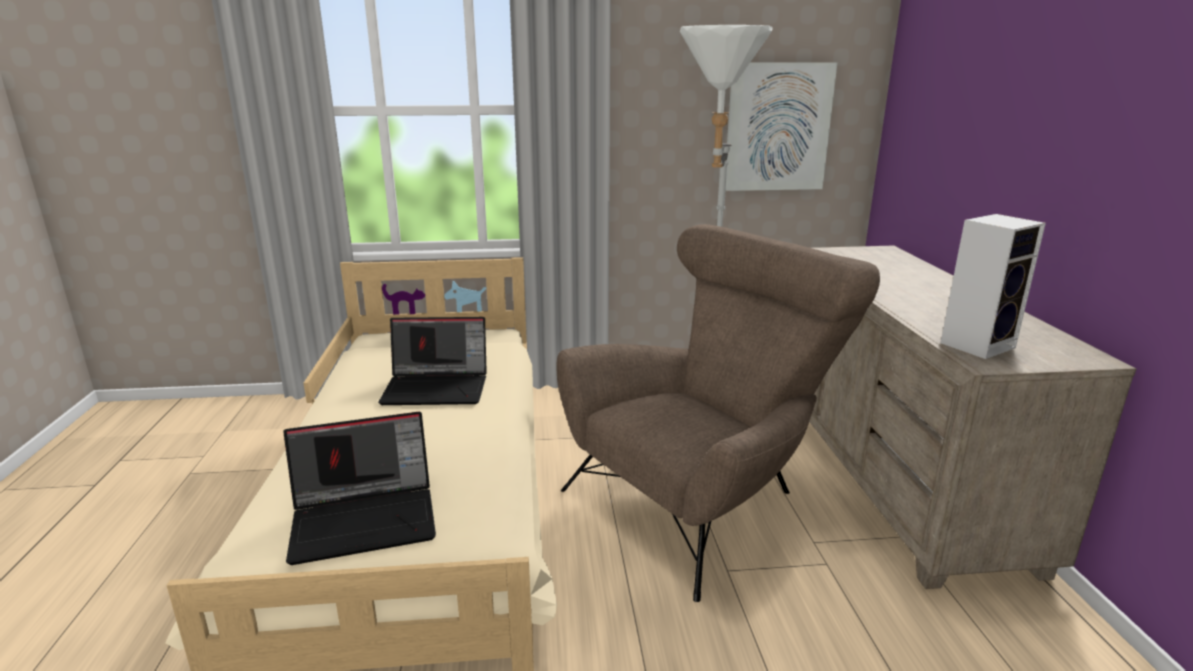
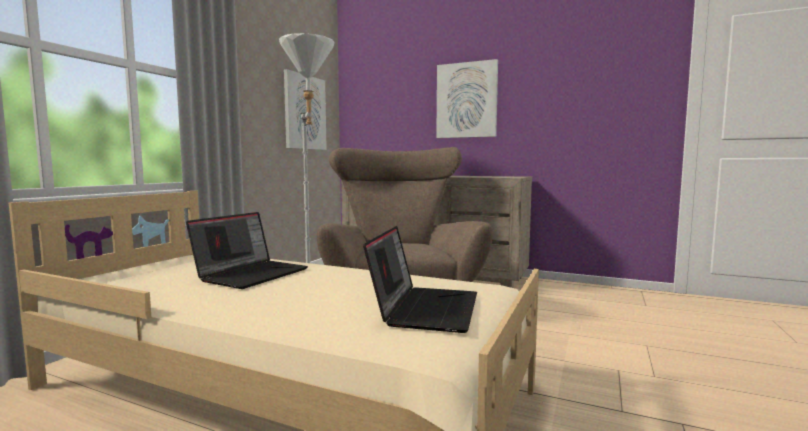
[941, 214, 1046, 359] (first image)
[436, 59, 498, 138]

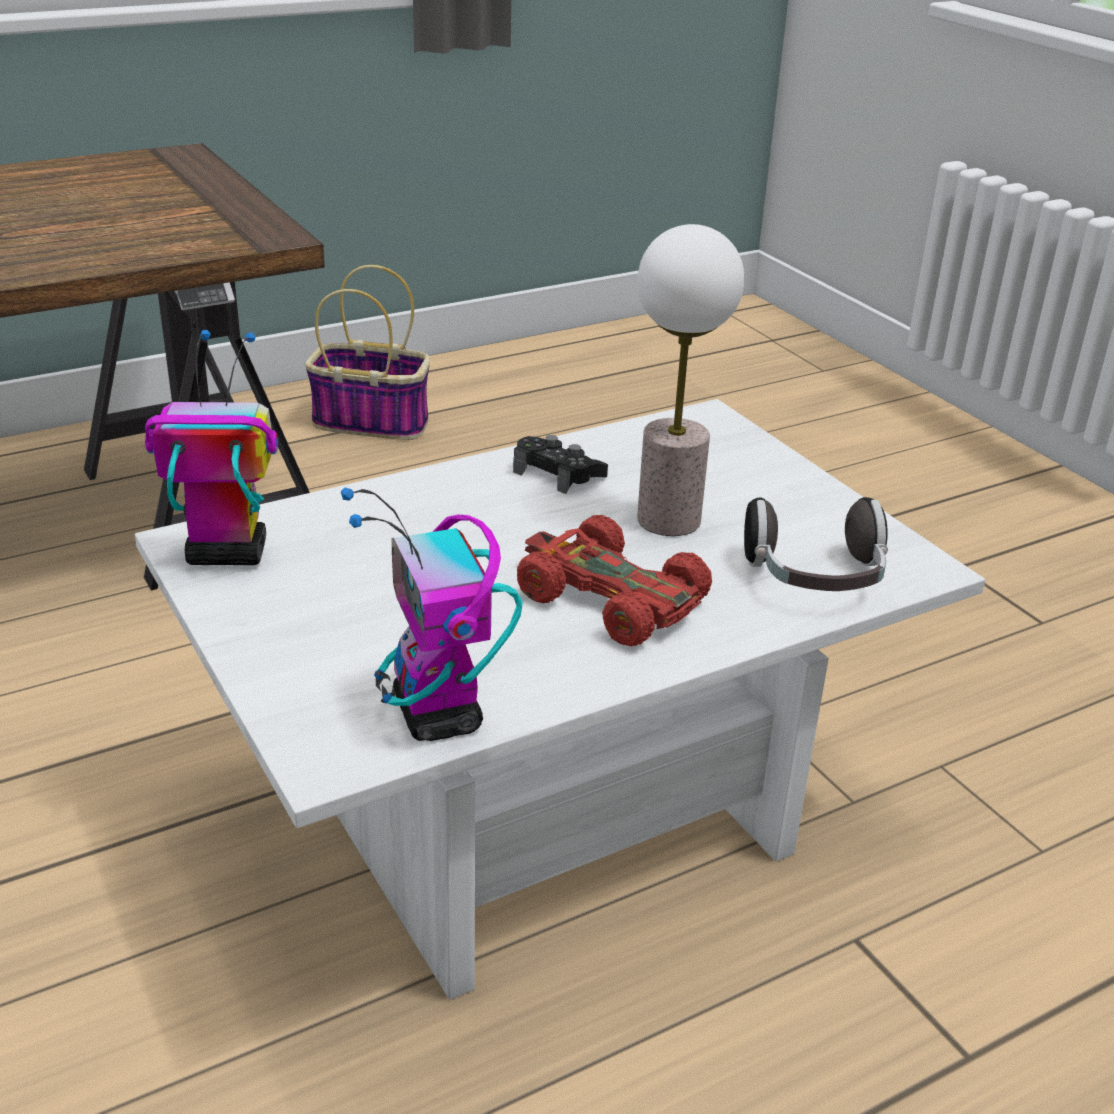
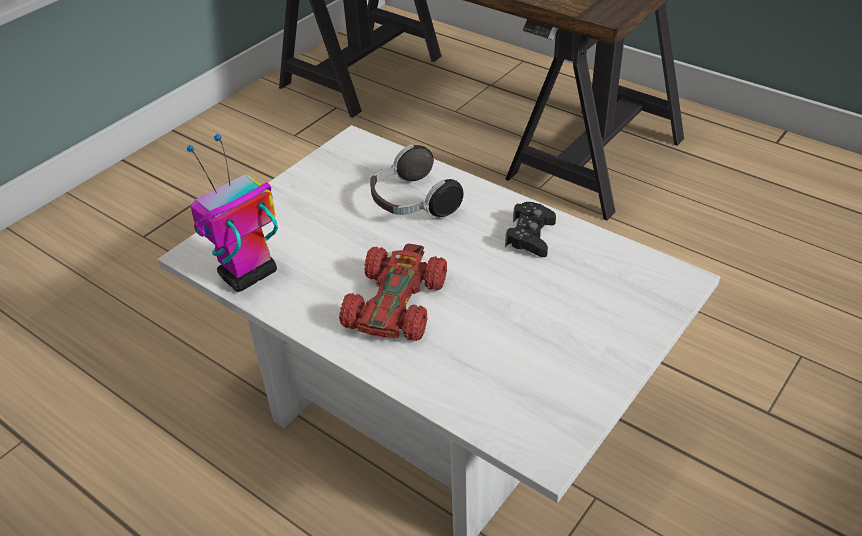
[145, 330, 278, 565] (first image)
[305, 265, 430, 440] (first image)
[637, 224, 744, 536] (first image)
[370, 144, 464, 219]

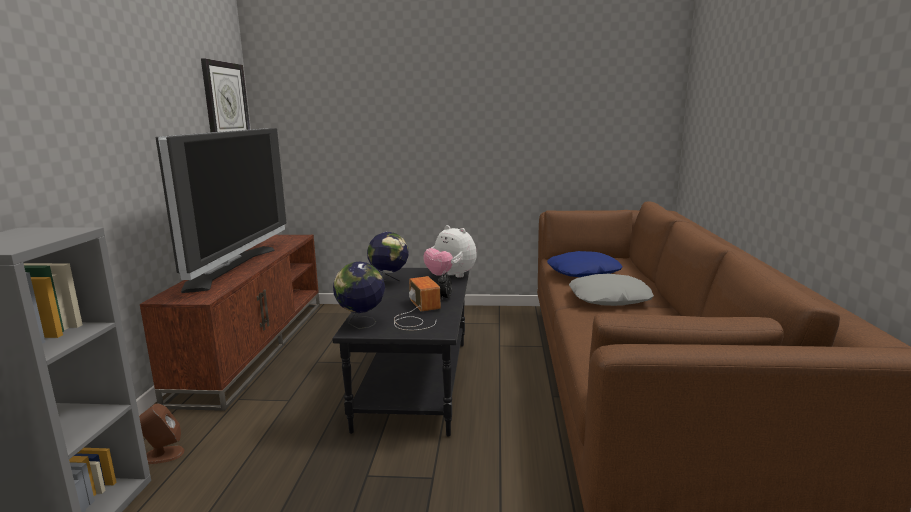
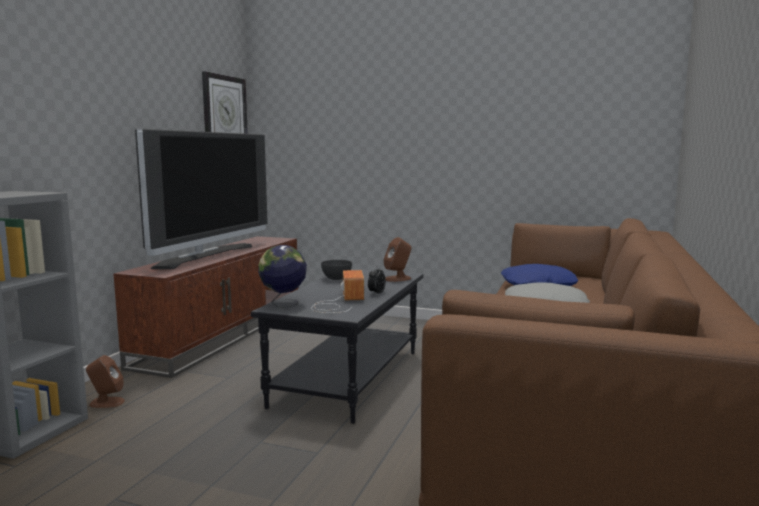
[321, 260, 352, 280]
[384, 237, 412, 282]

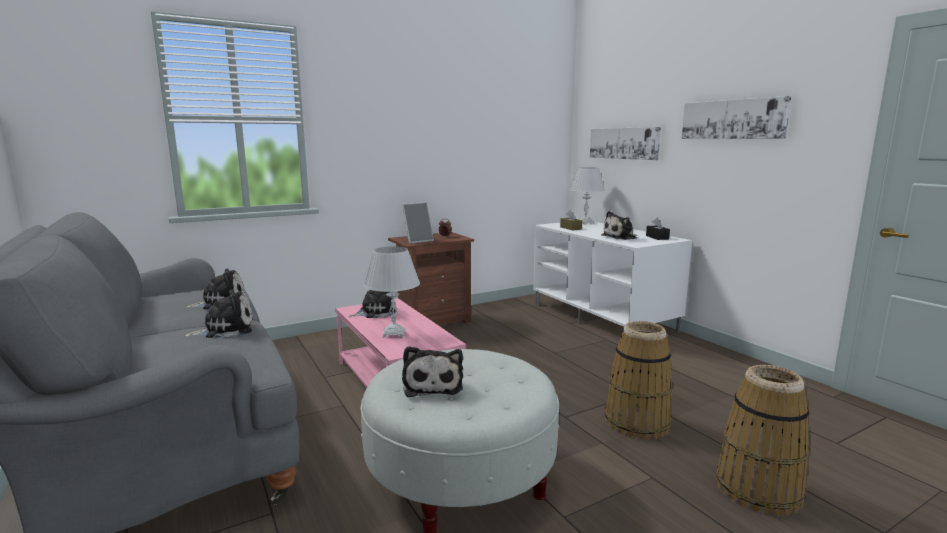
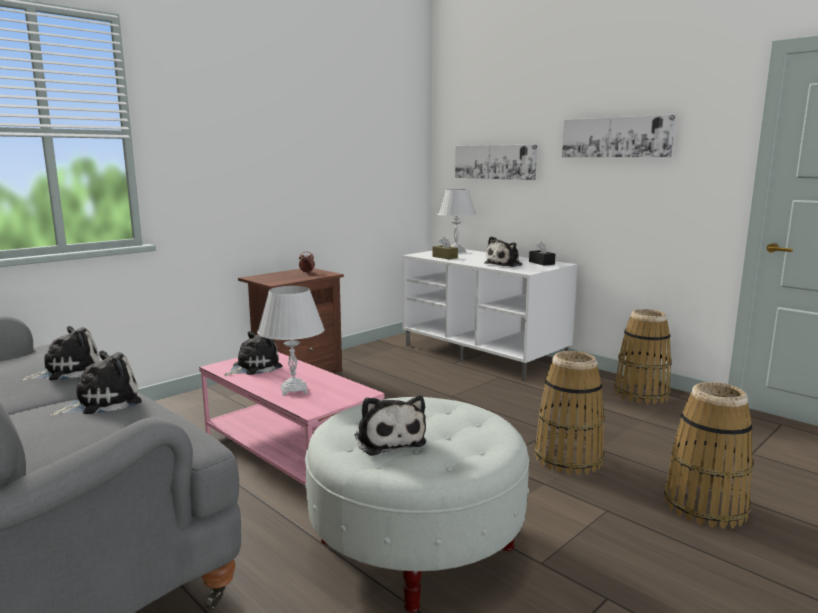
[402, 202, 434, 244] (first image)
[614, 309, 672, 405]

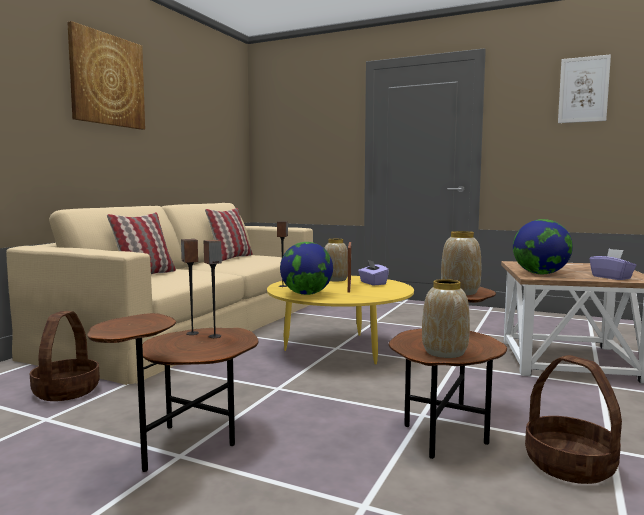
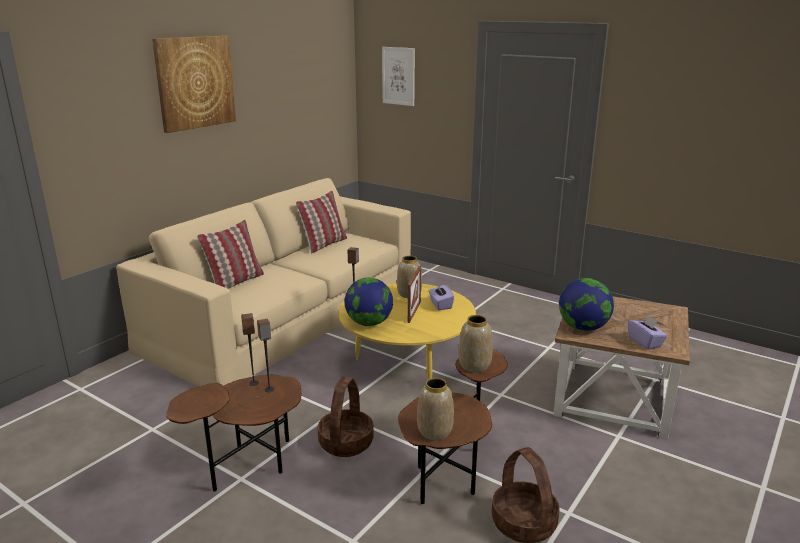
[317, 376, 374, 457]
[382, 47, 415, 106]

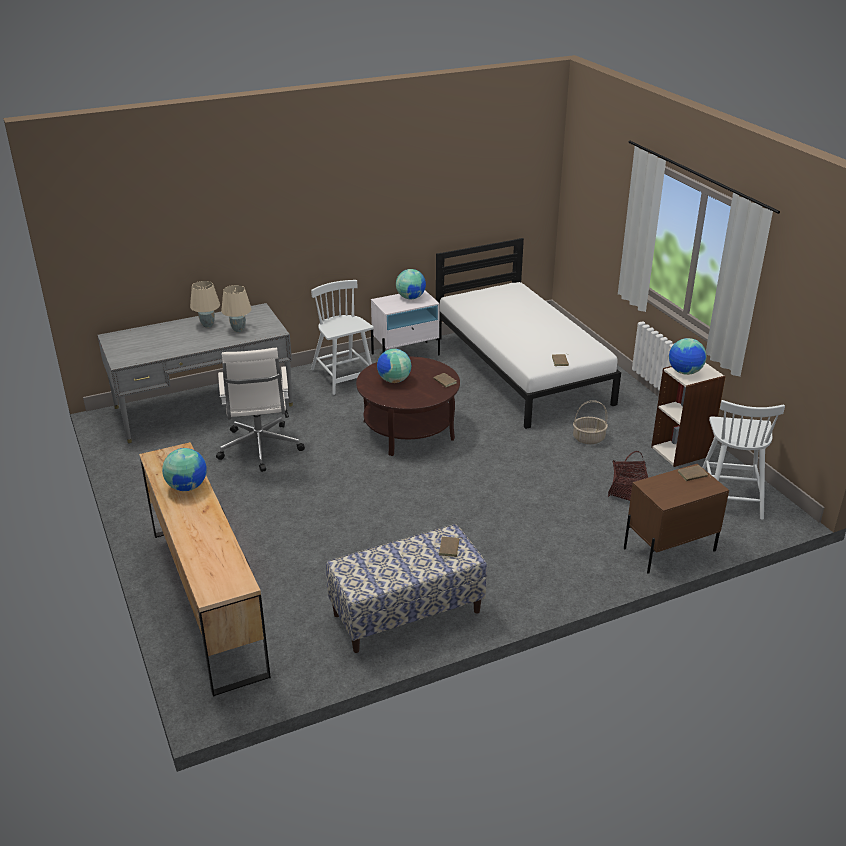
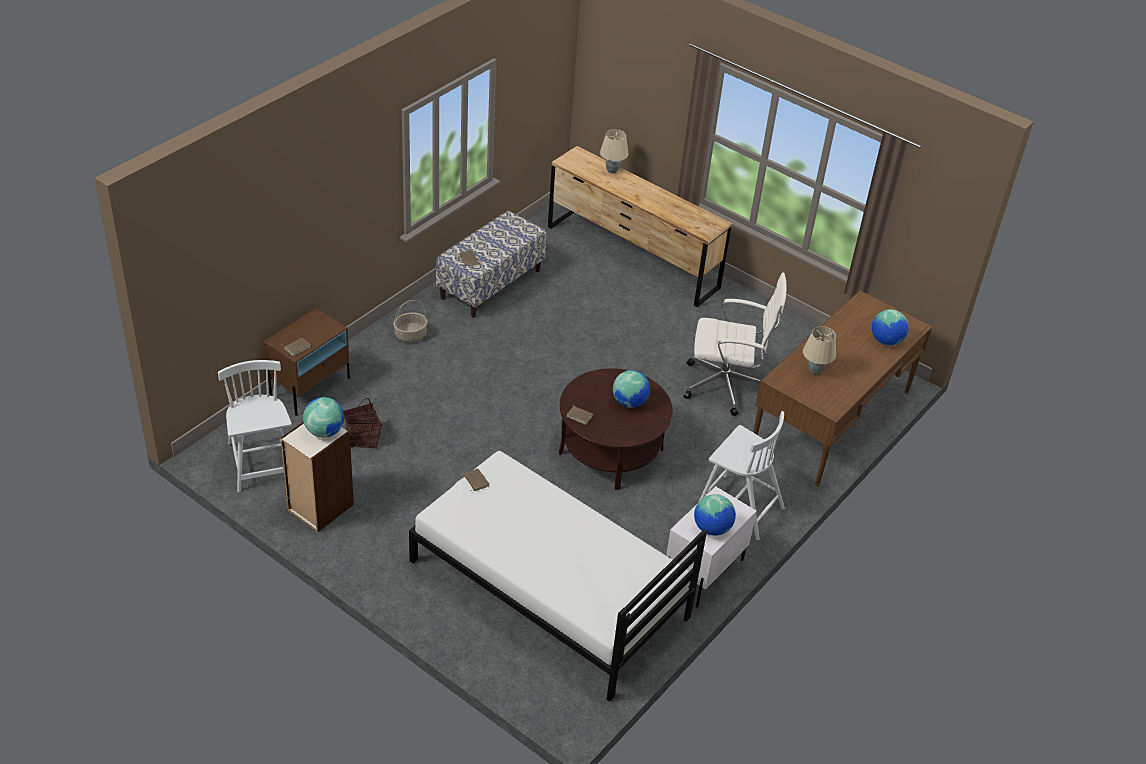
[872, 309, 909, 346]
[600, 129, 628, 174]
[393, 300, 428, 342]
[753, 290, 932, 487]
[683, 272, 787, 416]

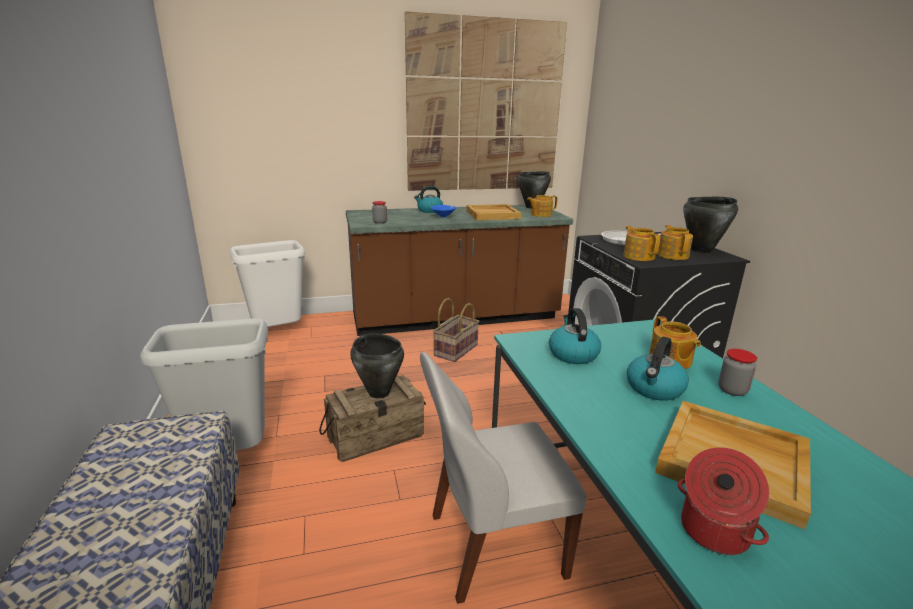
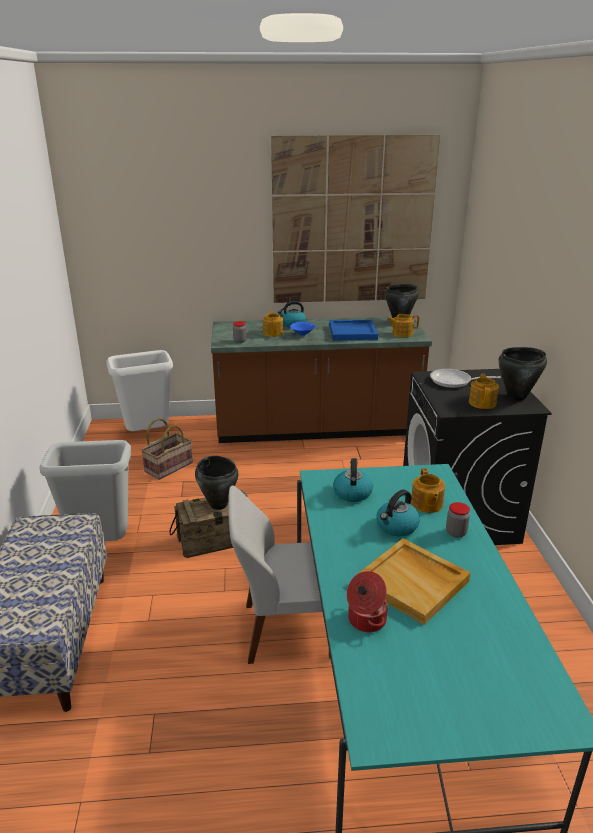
[141, 418, 193, 480]
[263, 311, 283, 337]
[329, 320, 378, 341]

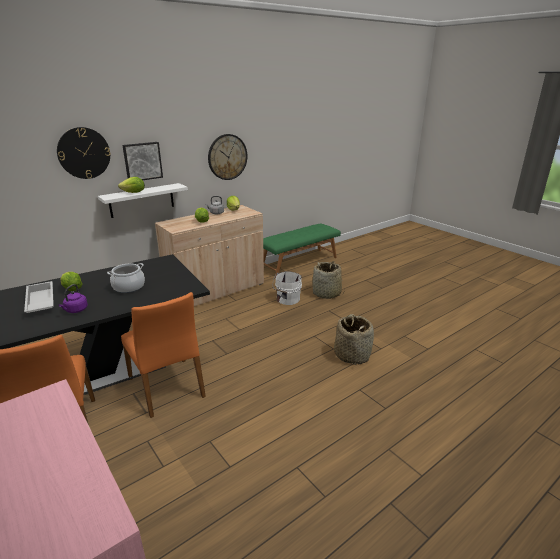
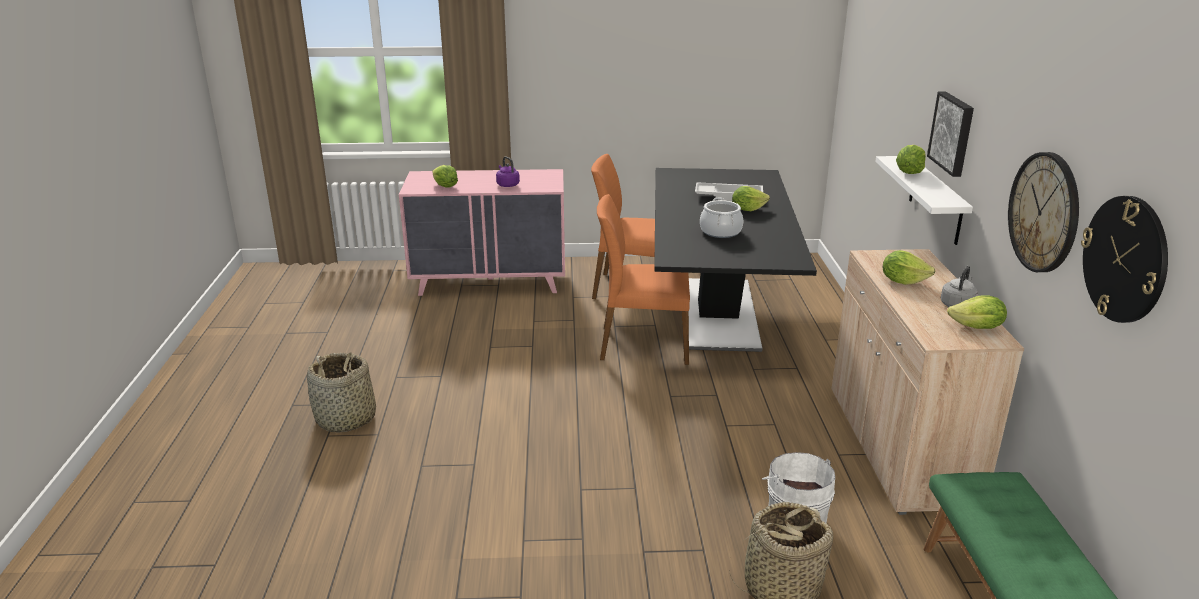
[432, 165, 458, 188]
[1081, 196, 1168, 323]
[496, 157, 520, 187]
[307, 352, 376, 432]

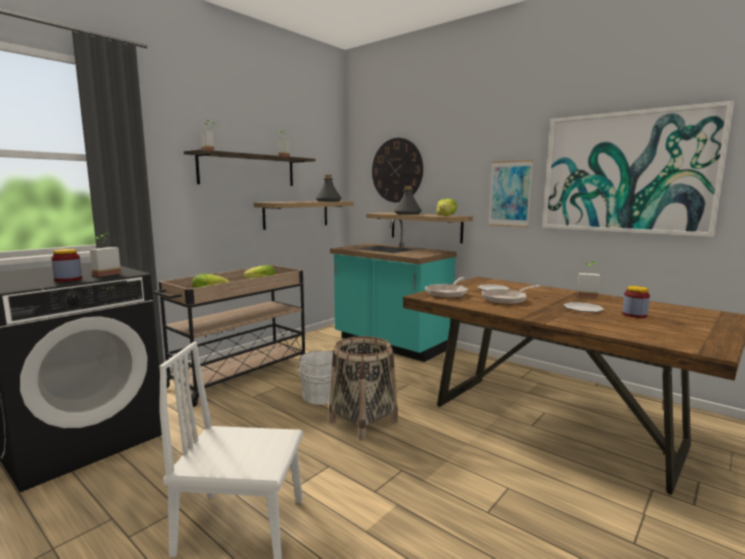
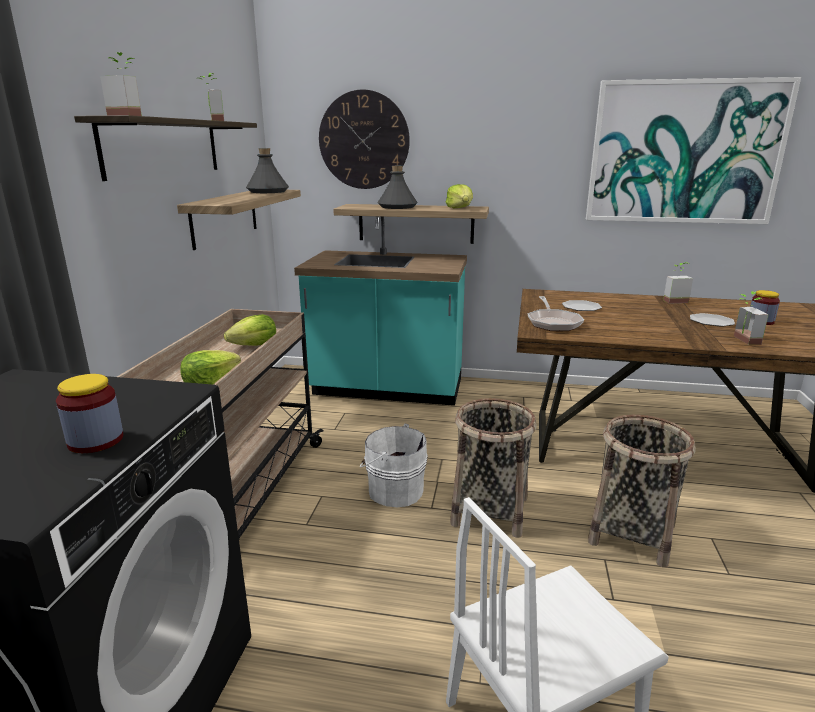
[482, 285, 540, 305] (first image)
[488, 160, 533, 227] (first image)
[588, 415, 696, 567]
[734, 291, 768, 345]

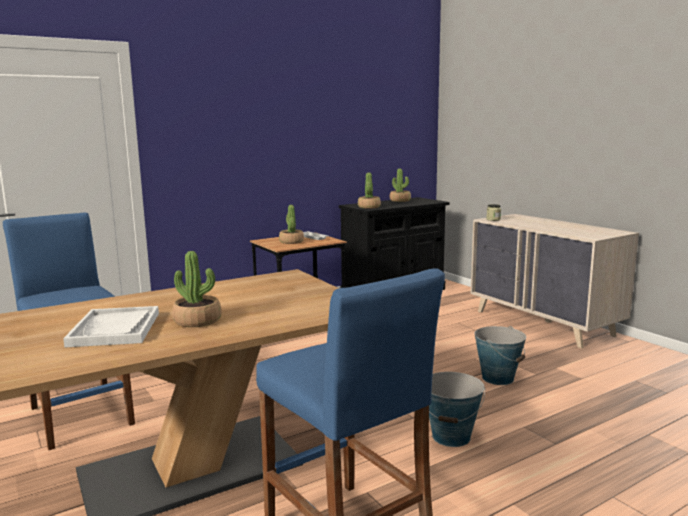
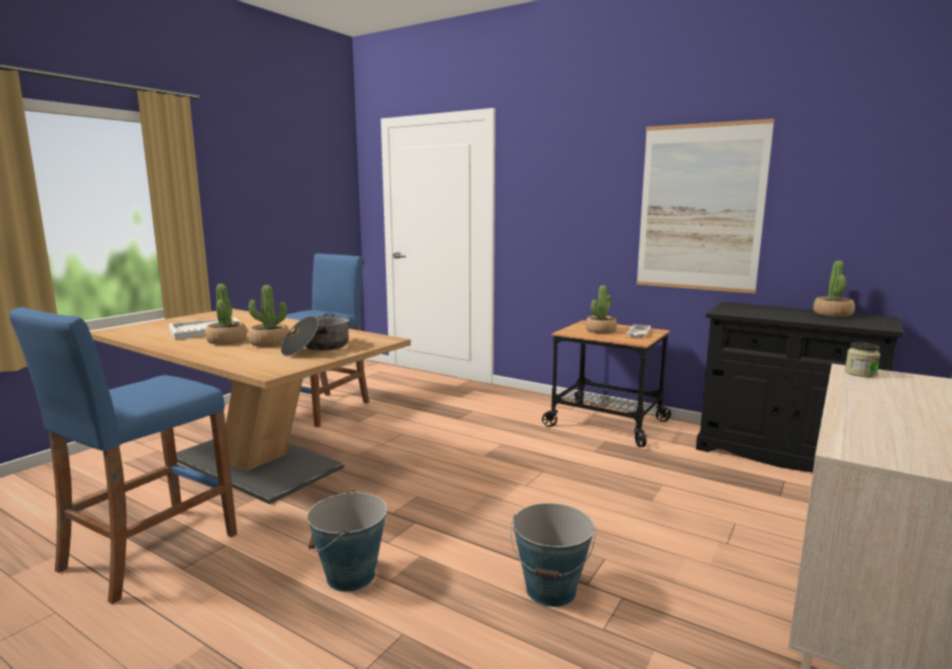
[281, 313, 349, 356]
[637, 119, 774, 294]
[248, 285, 289, 347]

